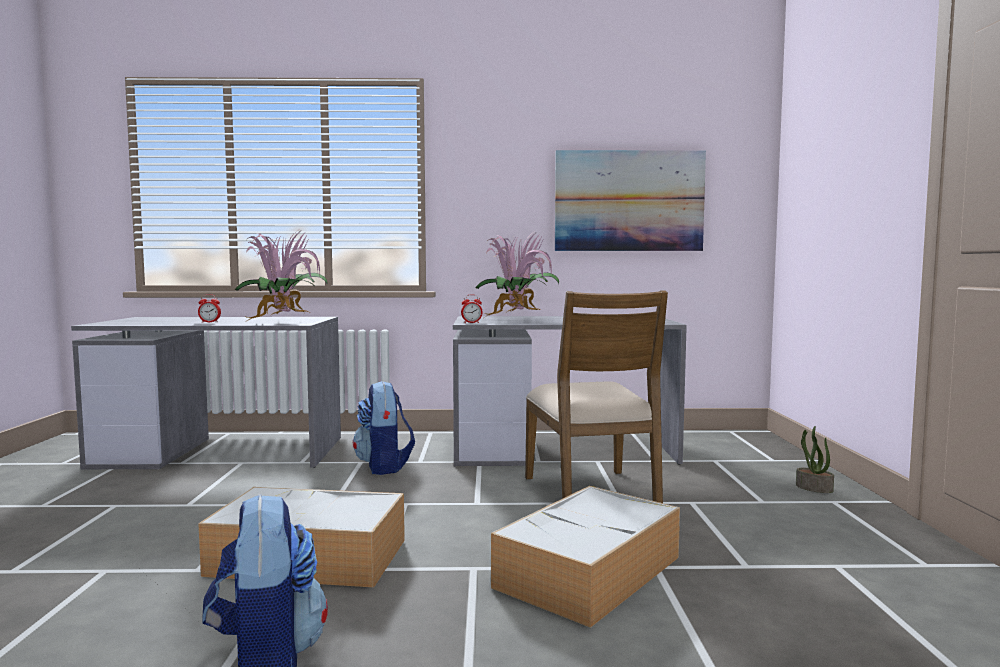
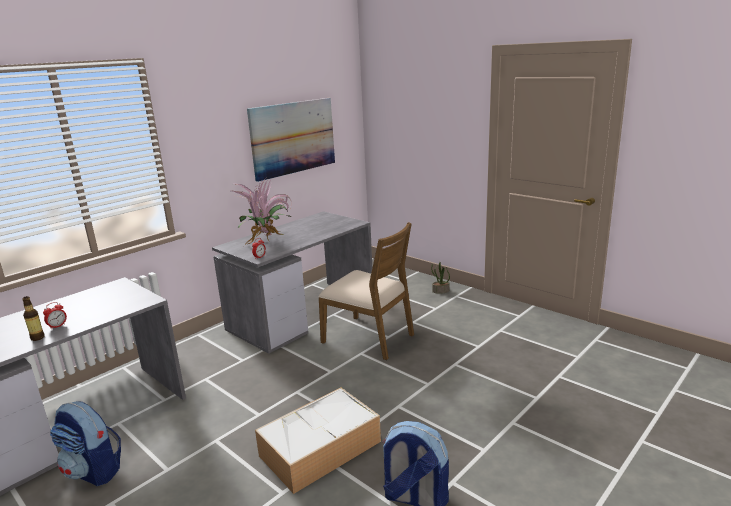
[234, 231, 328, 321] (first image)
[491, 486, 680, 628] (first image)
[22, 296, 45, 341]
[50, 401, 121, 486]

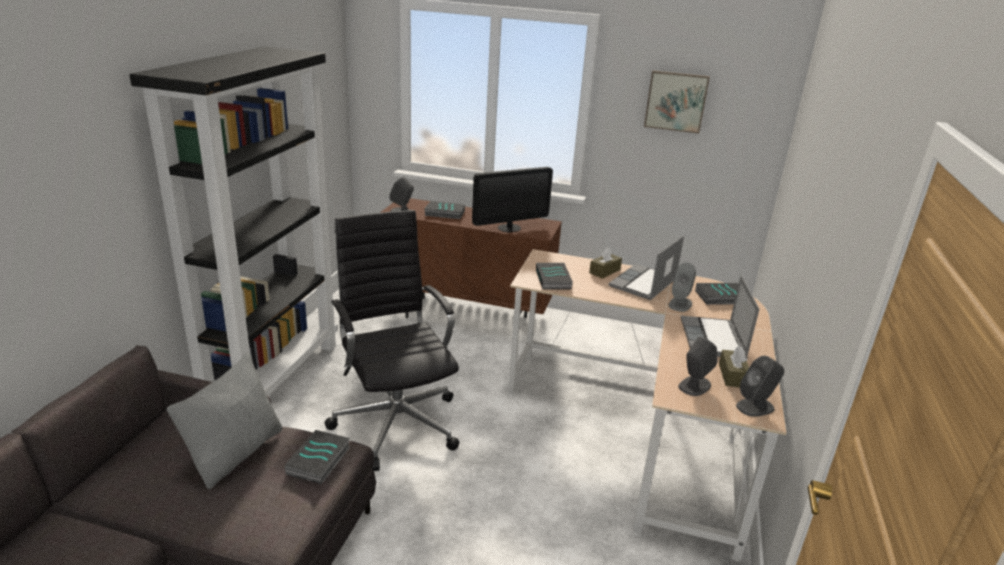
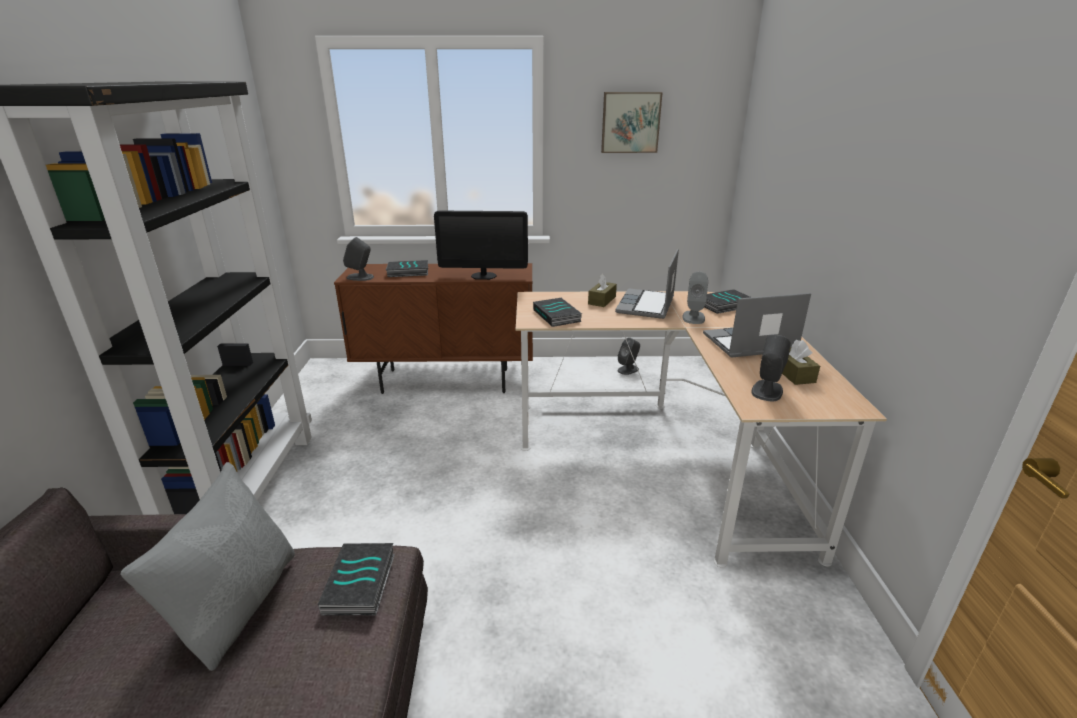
[325, 210, 459, 471] (first image)
[617, 338, 640, 375]
[434, 211, 528, 280]
[703, 293, 811, 358]

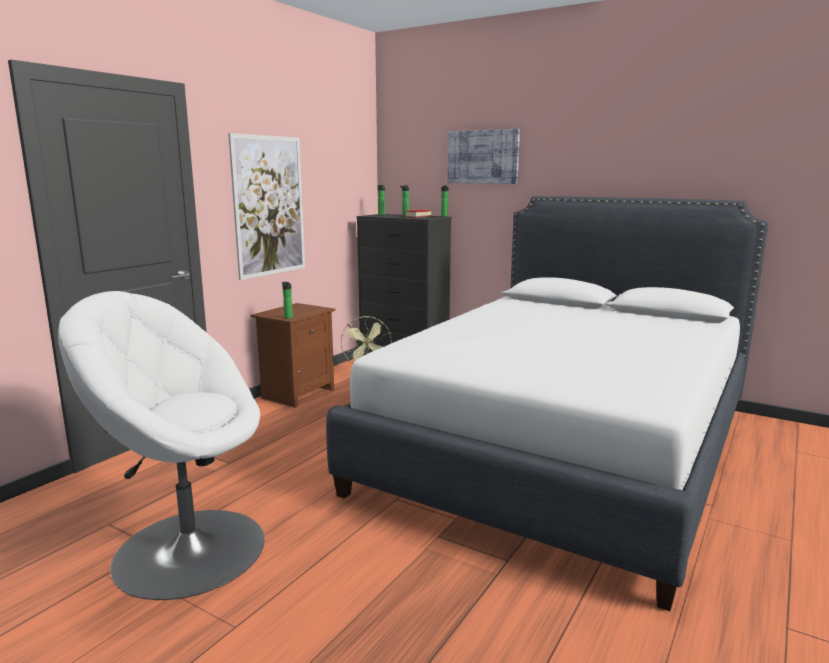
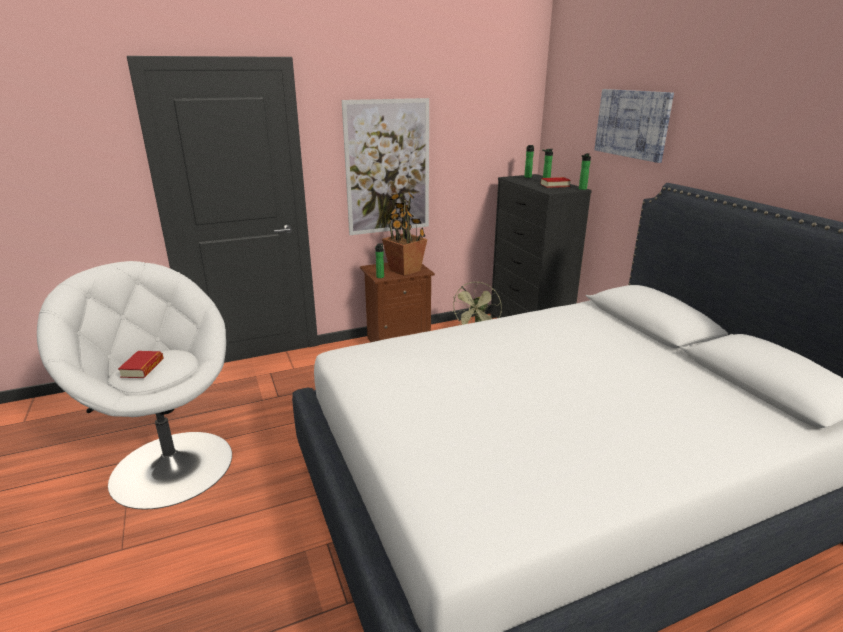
[118, 351, 164, 378]
[382, 191, 427, 276]

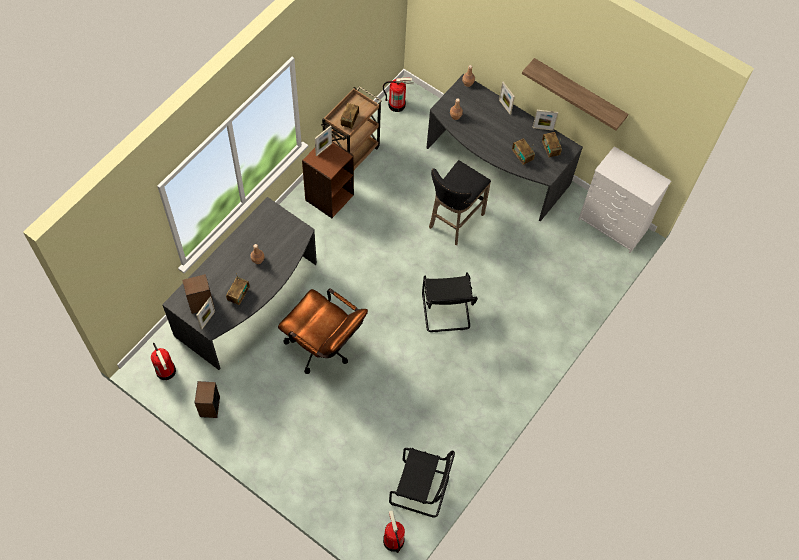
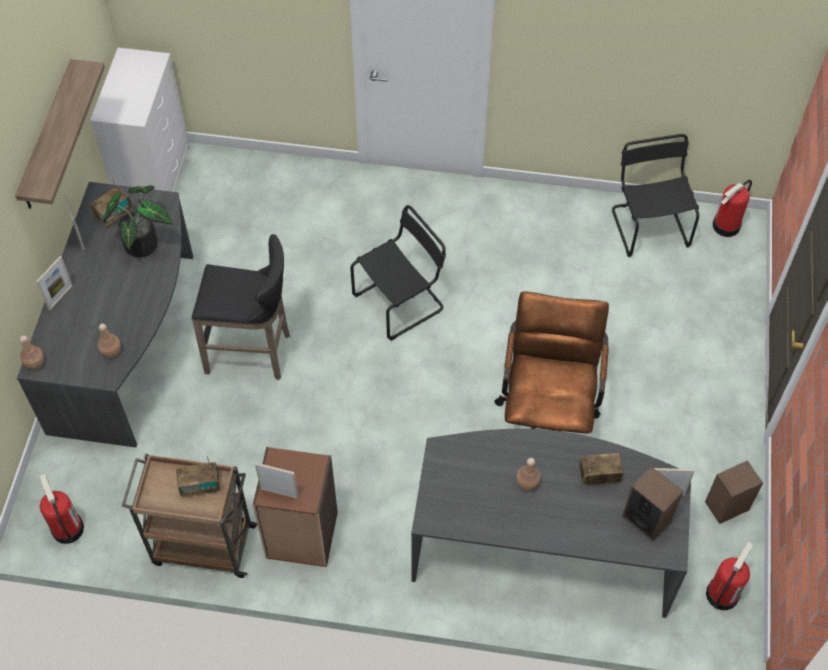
[103, 185, 173, 257]

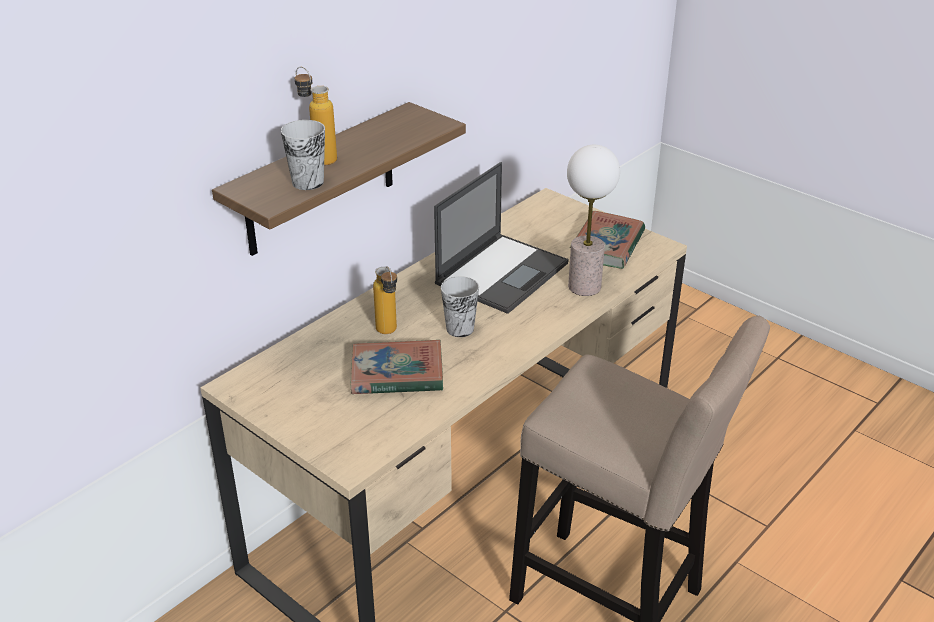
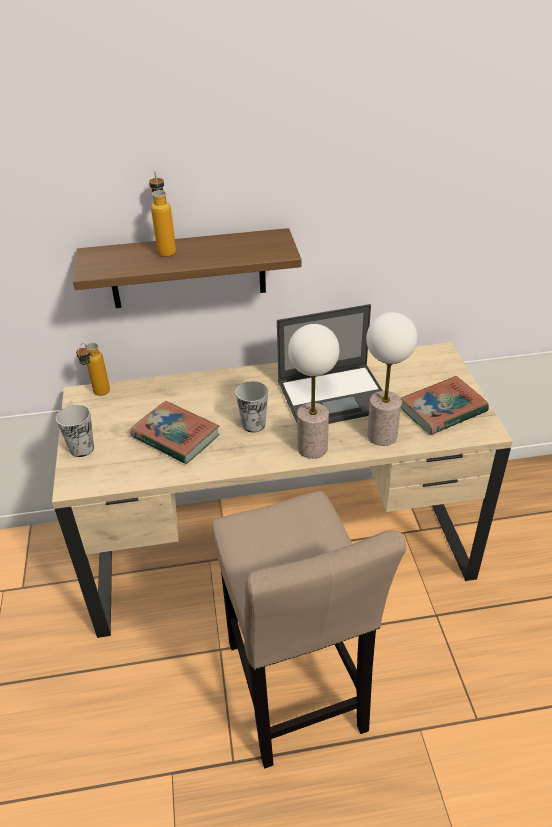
[288, 324, 339, 459]
[56, 404, 94, 457]
[76, 343, 110, 396]

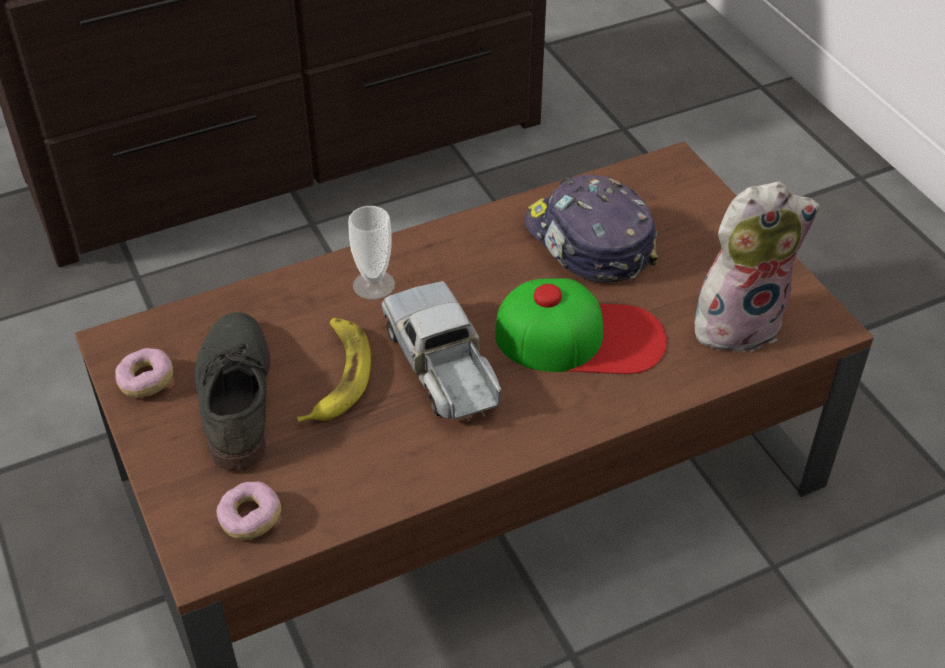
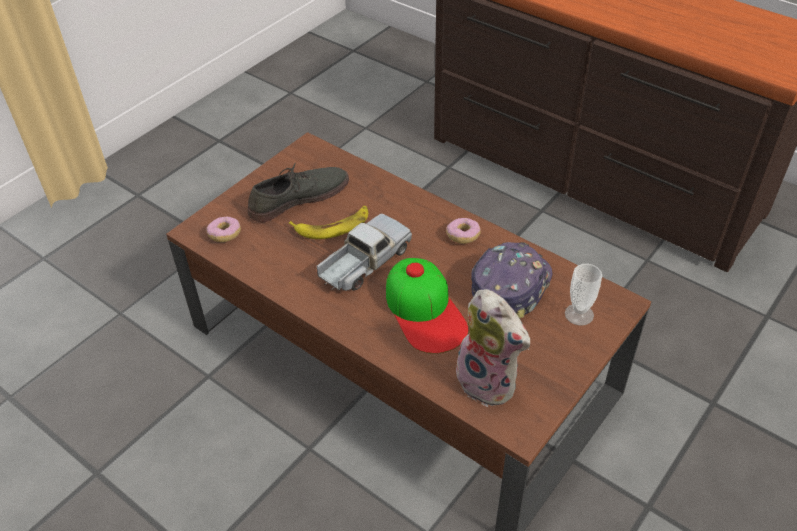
[446, 218, 481, 244]
[565, 264, 602, 326]

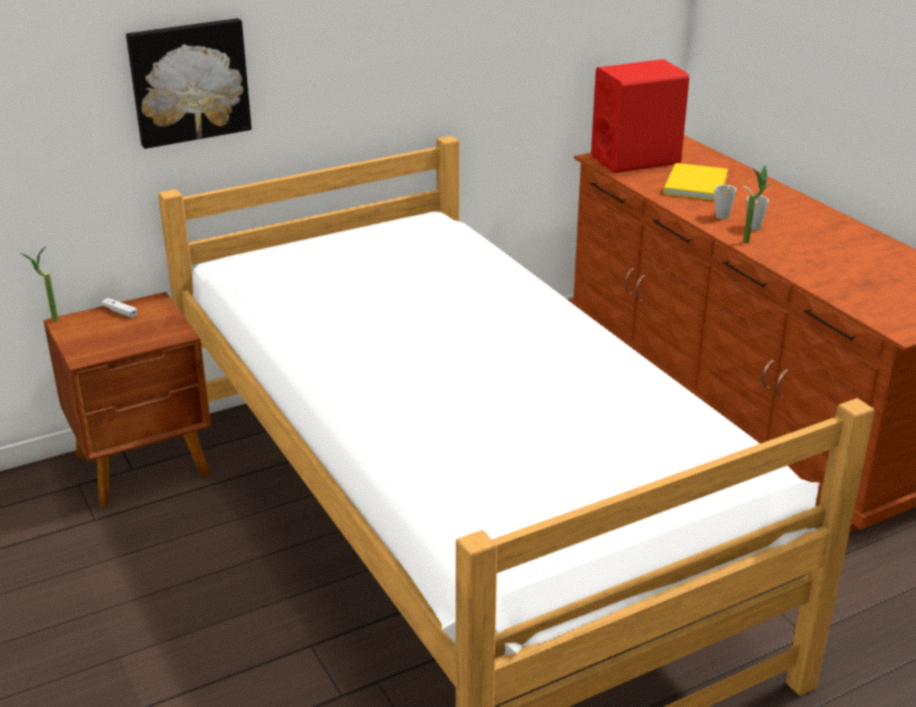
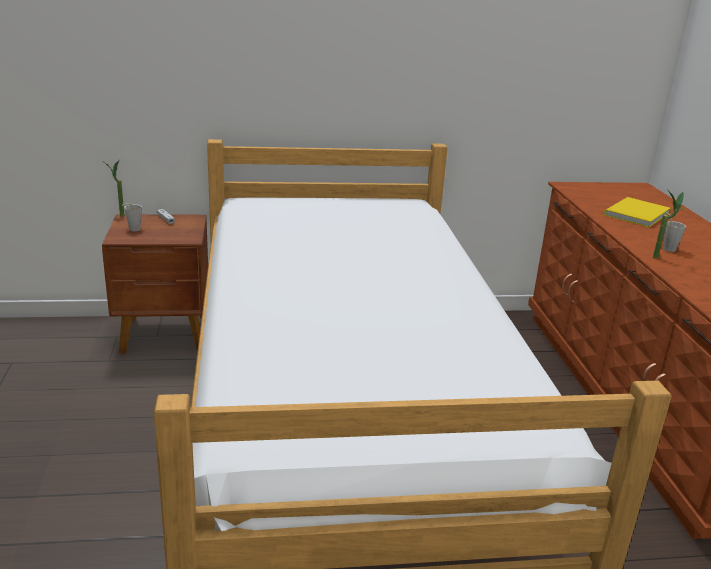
[126, 18, 252, 149] (first image)
[591, 59, 689, 173] (first image)
[122, 203, 142, 231]

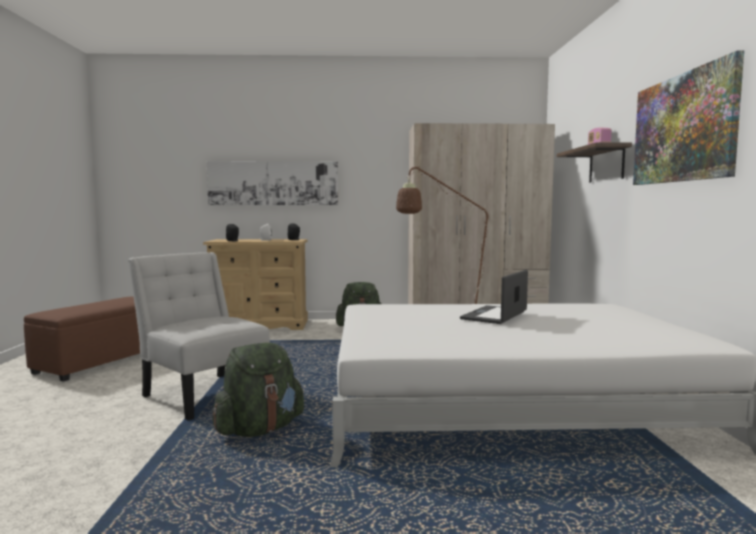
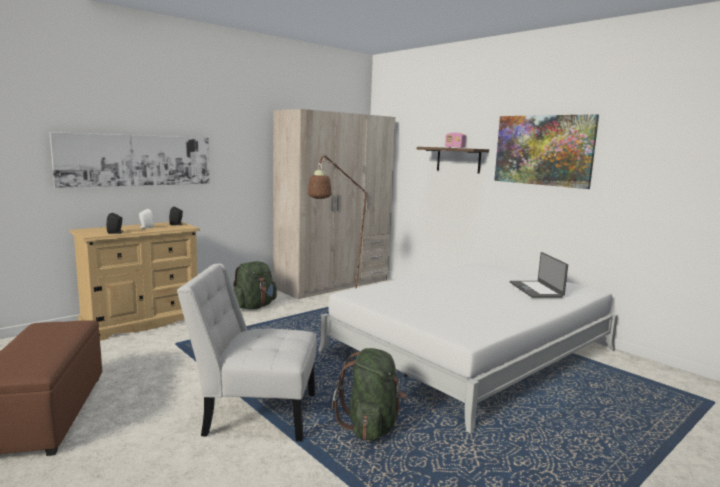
[510, 252, 568, 298]

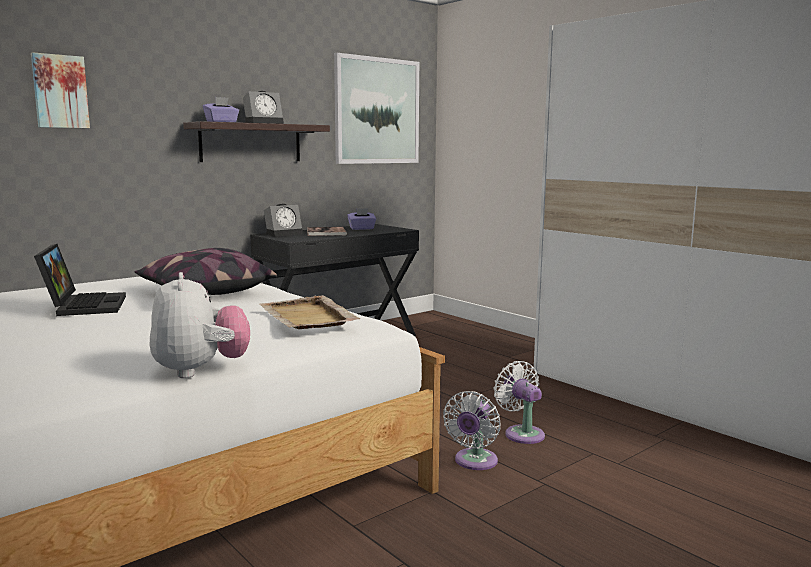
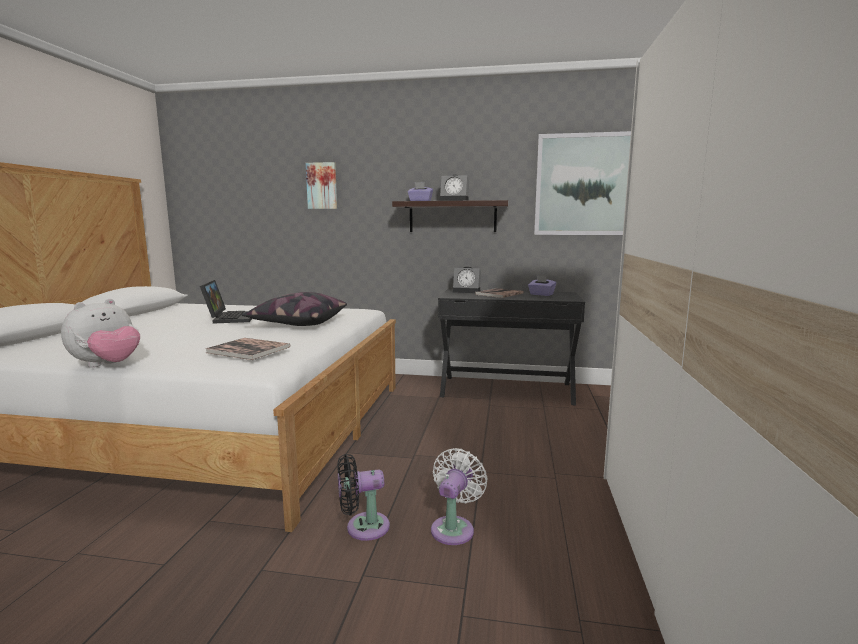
[205, 338, 290, 360]
[337, 454, 390, 541]
[200, 280, 252, 324]

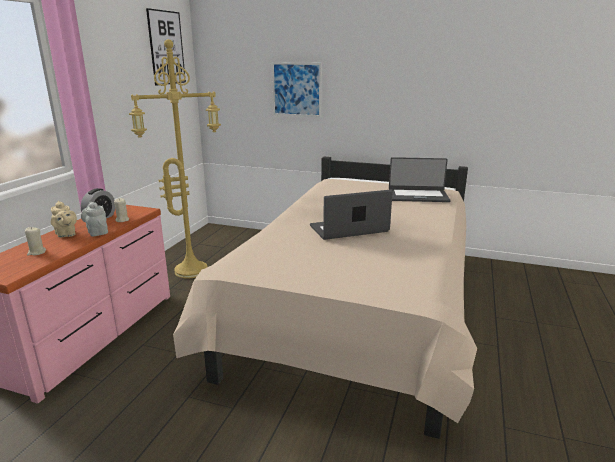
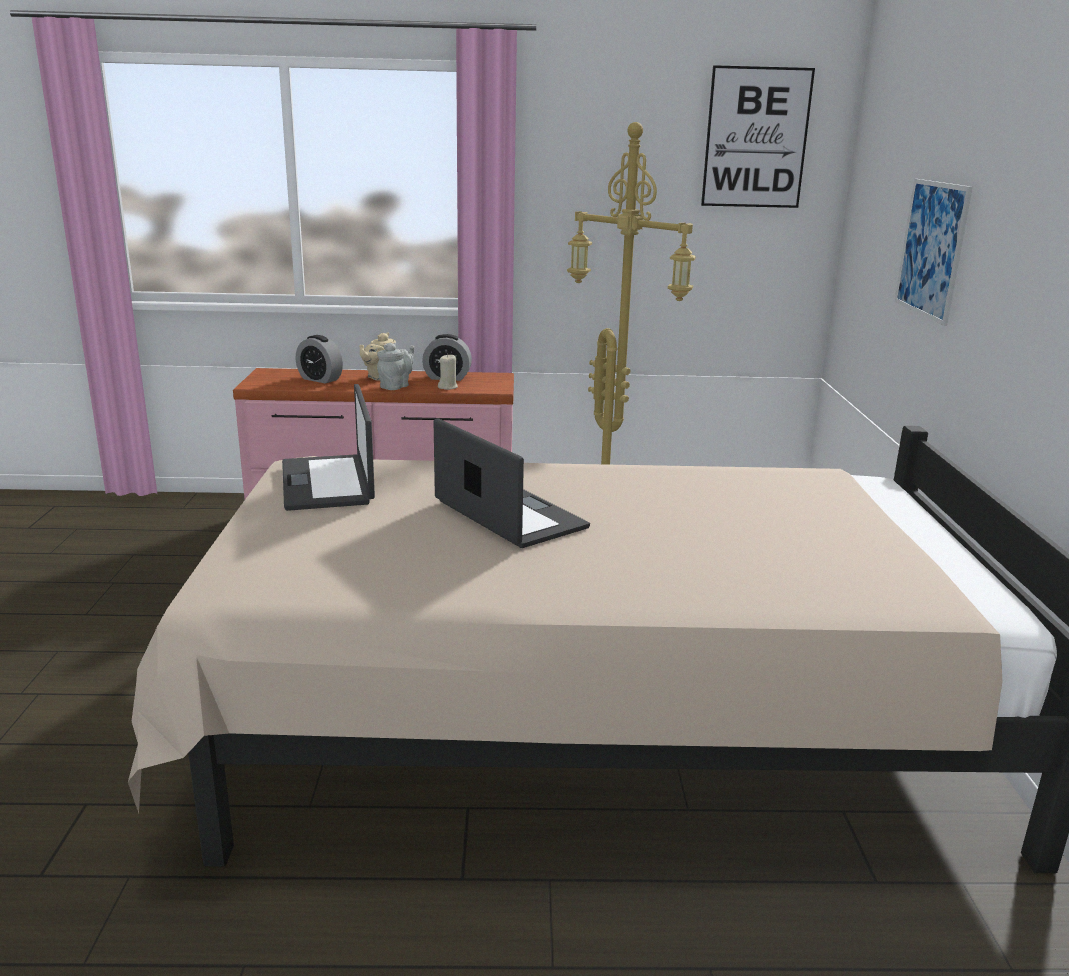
[282, 384, 375, 511]
[296, 335, 343, 384]

